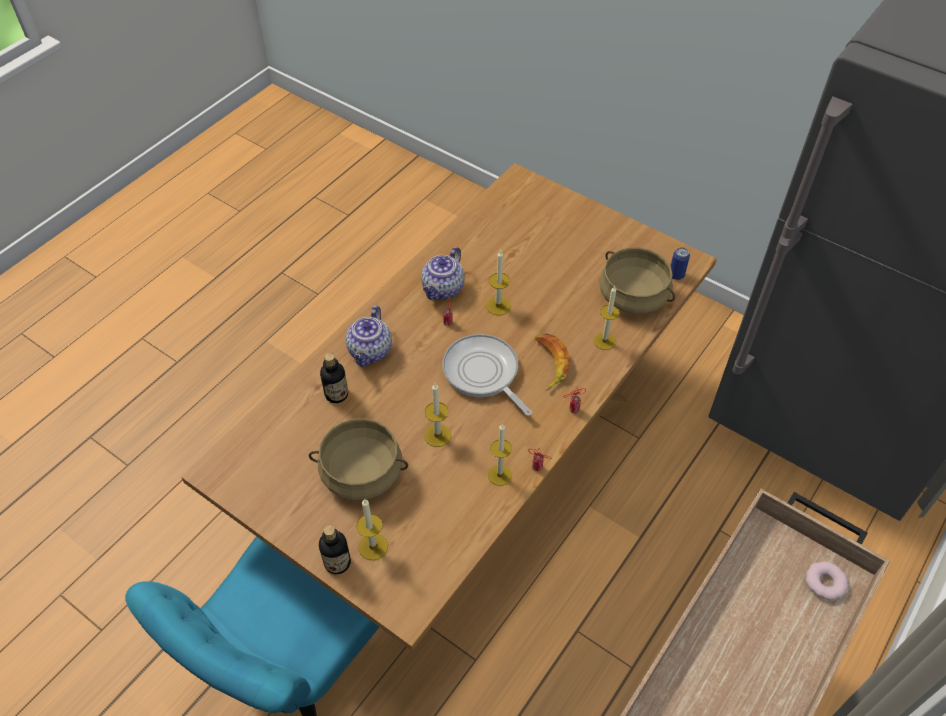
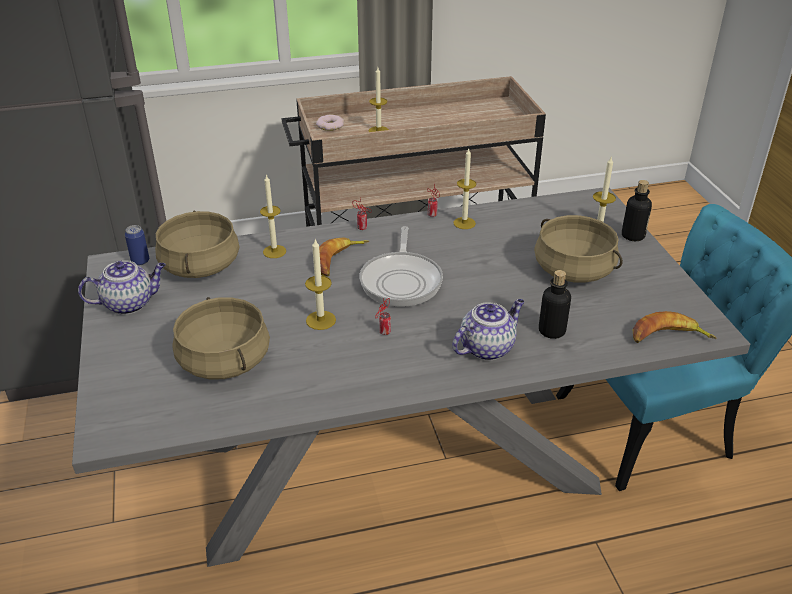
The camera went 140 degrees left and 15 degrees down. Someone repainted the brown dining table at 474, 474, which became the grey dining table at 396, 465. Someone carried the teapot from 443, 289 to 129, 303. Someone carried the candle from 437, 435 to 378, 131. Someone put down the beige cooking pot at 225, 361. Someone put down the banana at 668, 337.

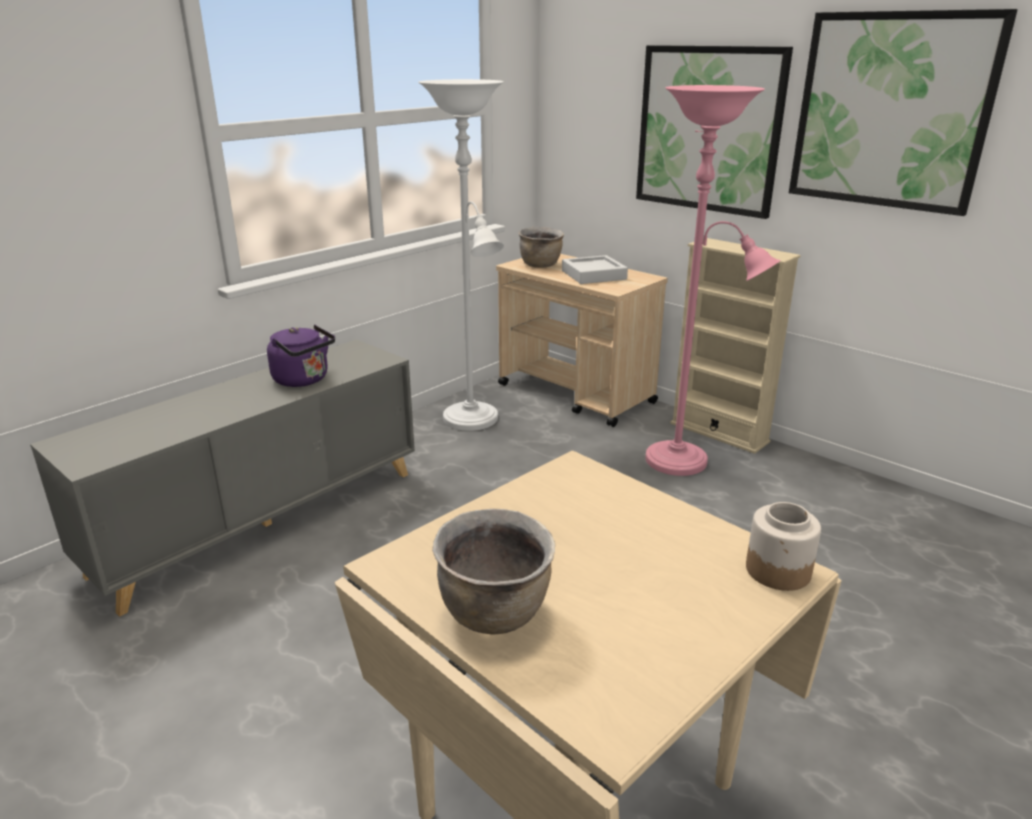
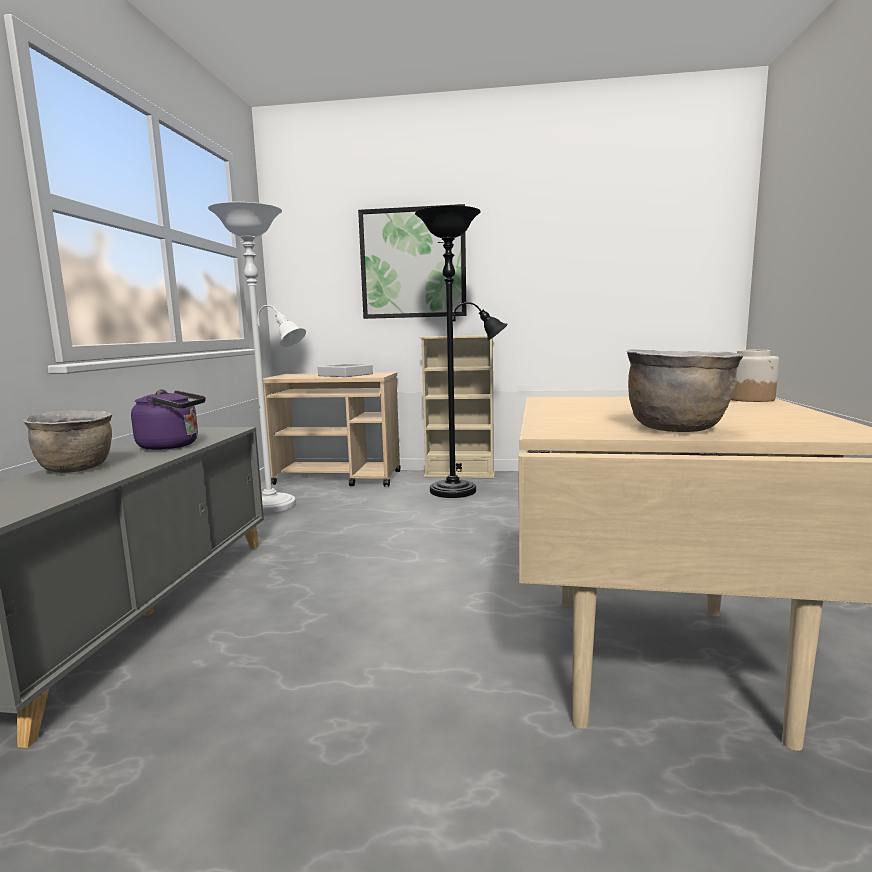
The camera went 35 degrees left and 15 degrees down. Someone carried the brown cooking pot from 541, 265 to 77, 469. Someone repainted the pink floor lamp at 684, 462, which became the black floor lamp at 459, 490. Someone took away the picture at 891, 111.

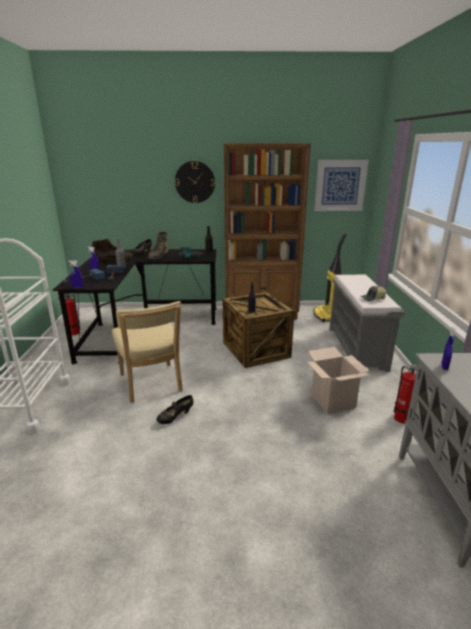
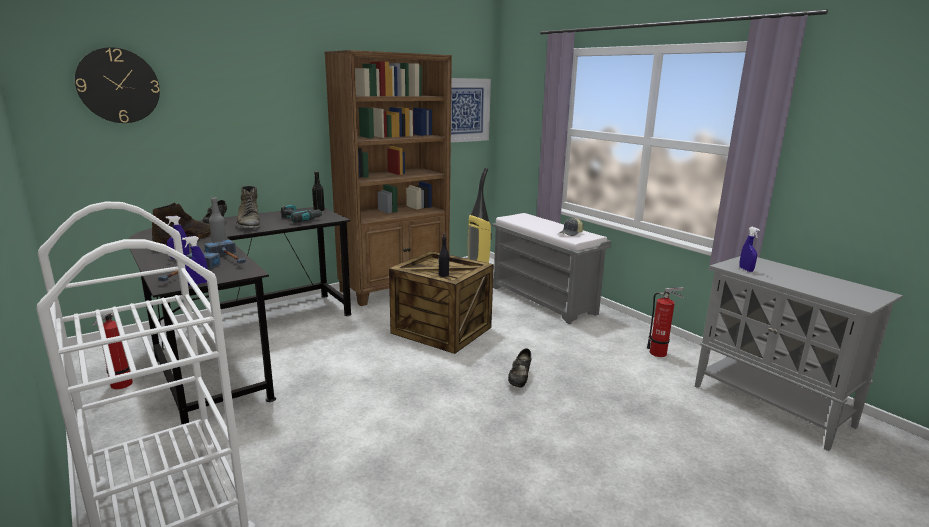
The camera went 35 degrees left and 5 degrees down. Someone took away the beige chair at 151, 384. Someone carried the black shoe from 175, 417 to 519, 380. Someone carried the wall clock from 195, 182 to 118, 86. Someone took away the cardboard box at 333, 401.

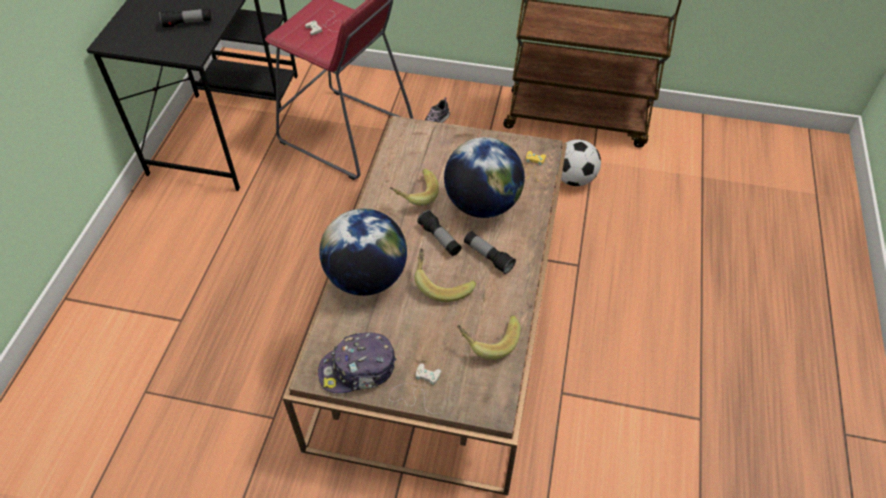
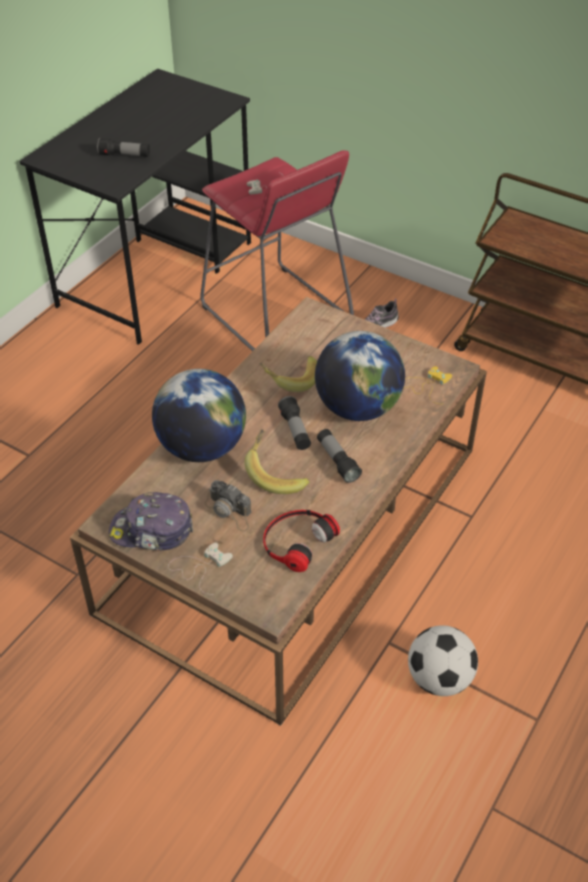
The camera went 20 degrees right and 5 degrees down. Someone swapped the banana at 488, 340 for the headphones at 296, 541. Someone carried the football from 574, 178 to 439, 678. Someone put down the photo camera at 229, 511.

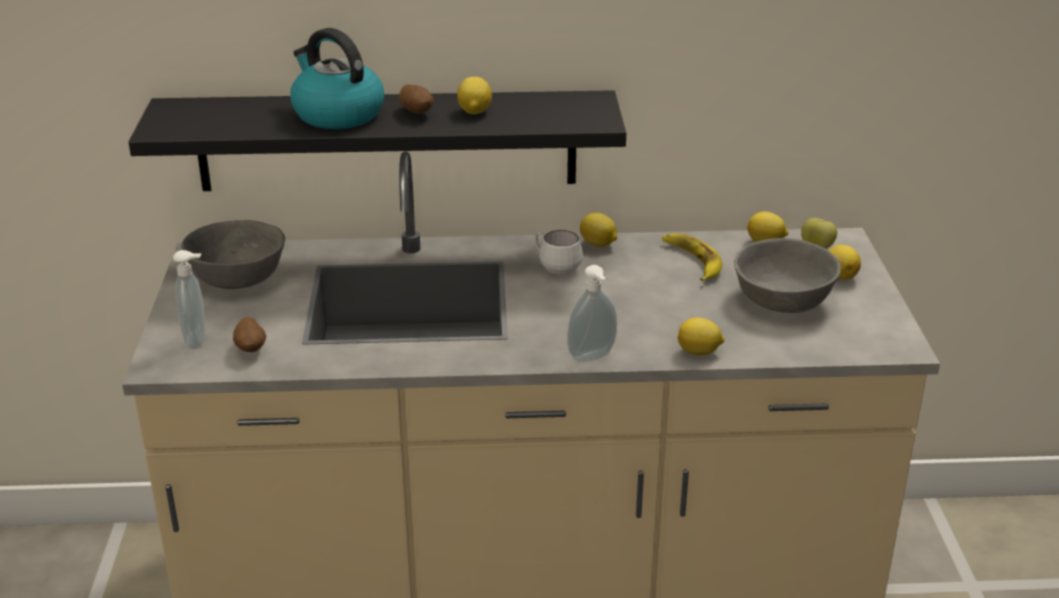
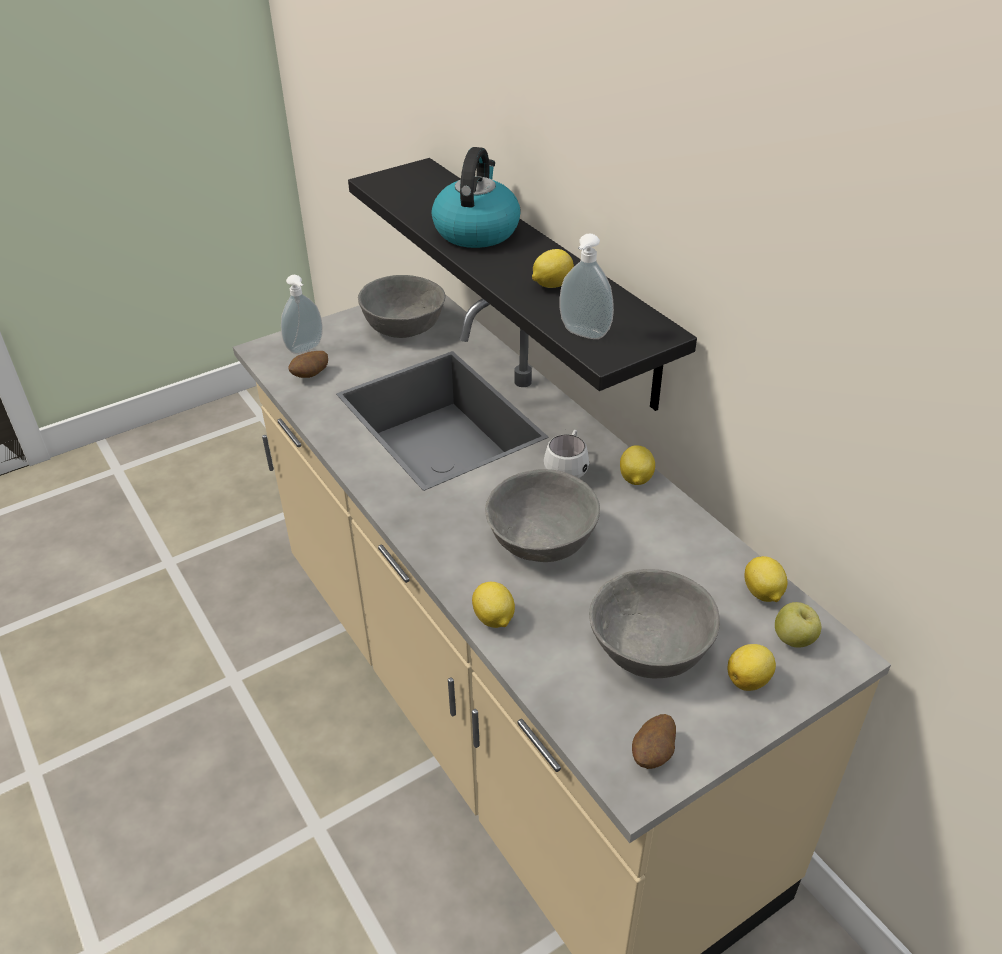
The camera went 60 degrees right and 10 degrees up. Someone carried the potato from 417, 113 to 653, 754. Someone carried the soap dispenser from 593, 358 to 583, 334. Someone took away the banana at 692, 261. Someone put down the grey bowl at 542, 540.

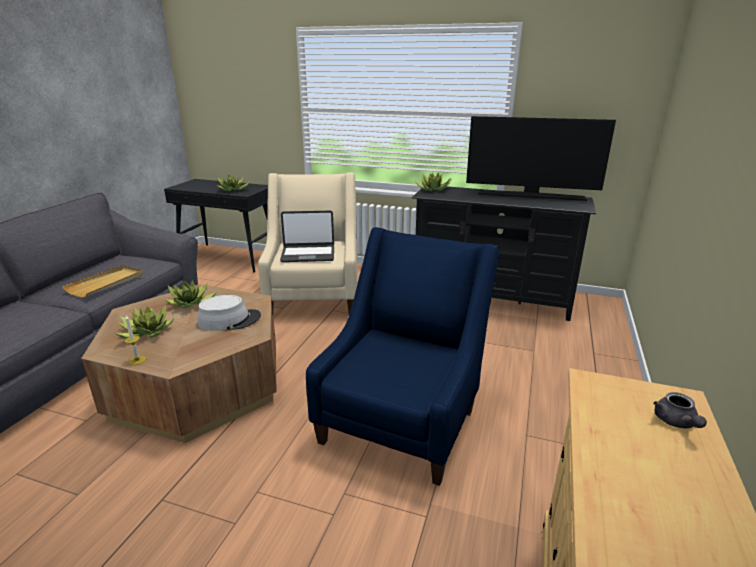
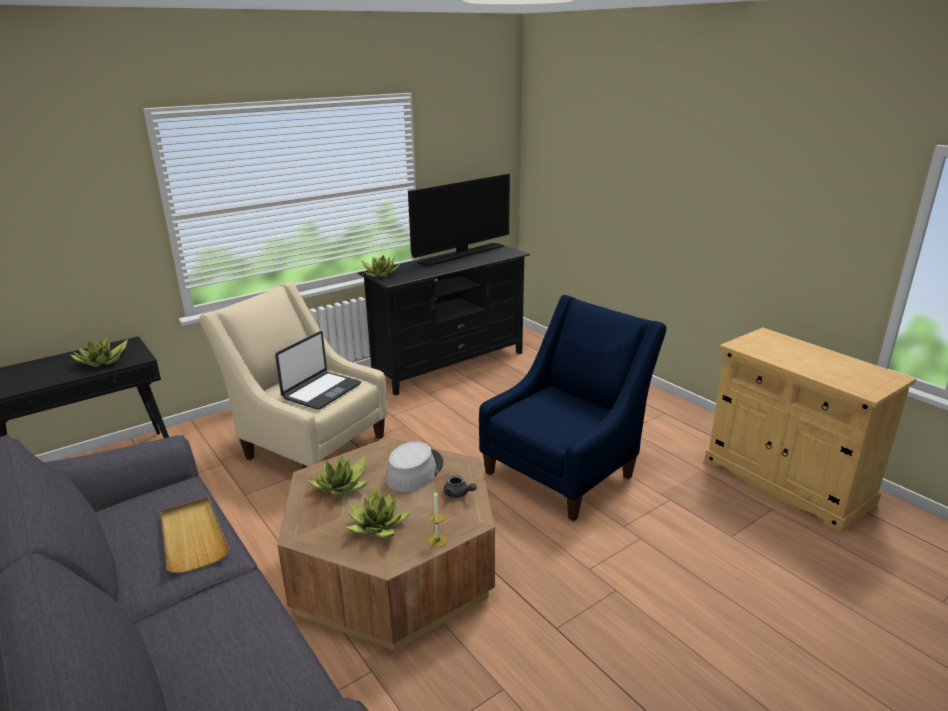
The camera went 55 degrees left and 0 degrees up. Someone rotated the blue armchair at 403, 419 by 75 degrees clockwise. Someone carried the grey teapot from 676, 422 to 458, 494.

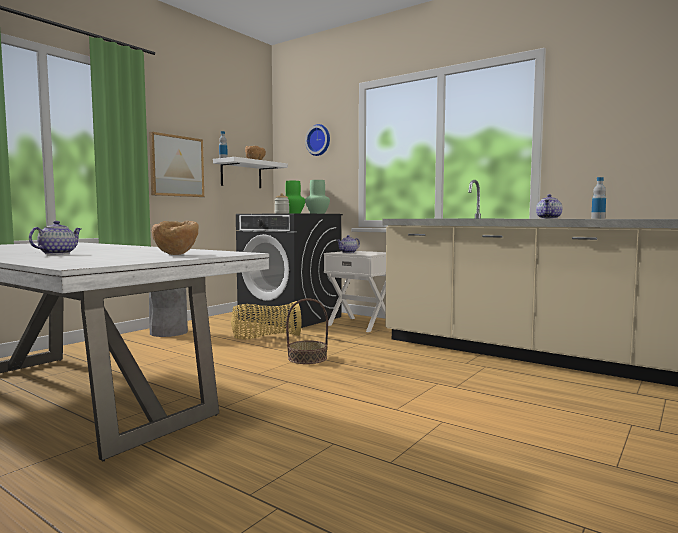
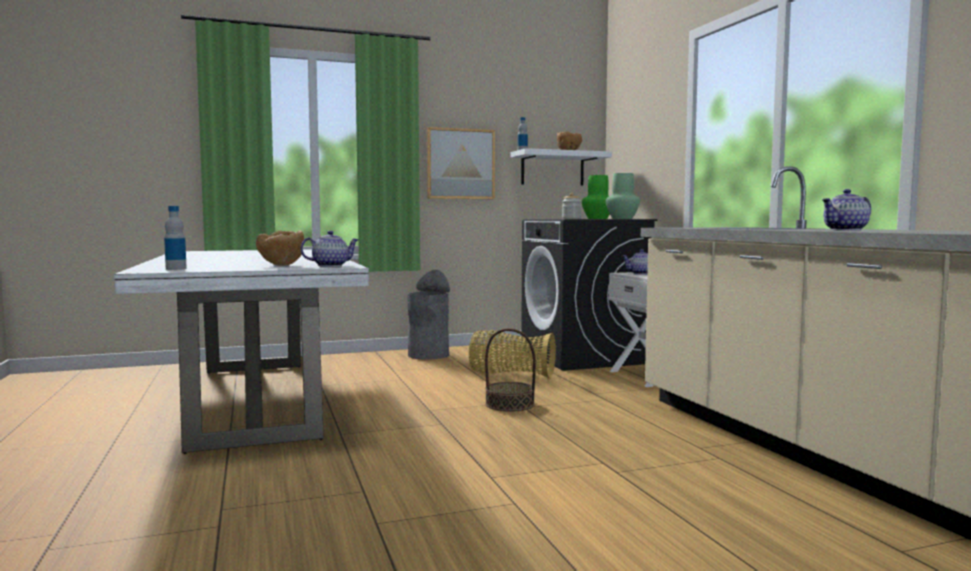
The camera went 35 degrees right and 0 degrees up. Someone carried the teapot from 57, 253 to 330, 266. Someone took away the wall clock at 319, 140. Someone carried the bottle from 598, 218 to 176, 269.

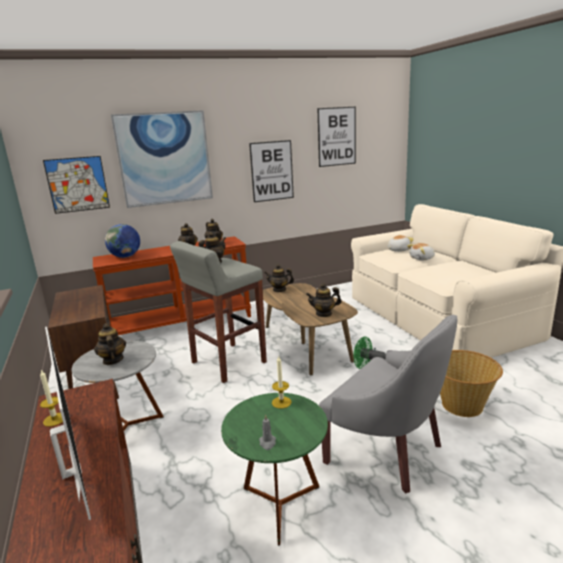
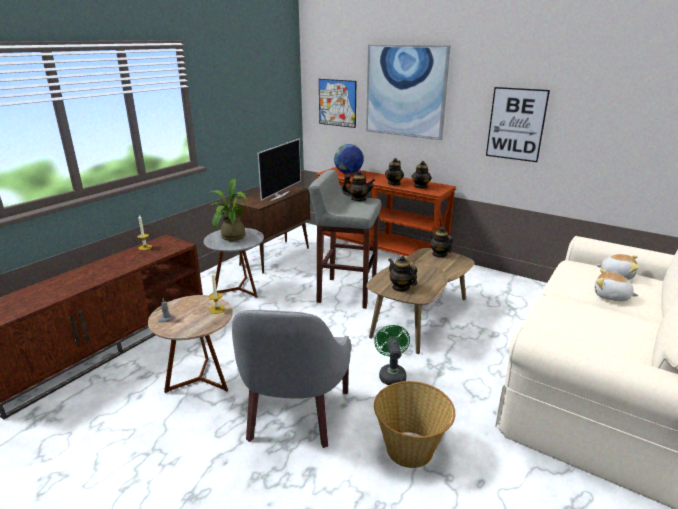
The camera went 55 degrees right and 5 degrees up. Someone carried the television from 71, 472 to 279, 196. Someone swapped the teapot at 112, 360 for the potted plant at 231, 238. Someone repainted the green side table at 280, 504, which became the brown side table at 200, 380. Someone took away the picture at 337, 136.

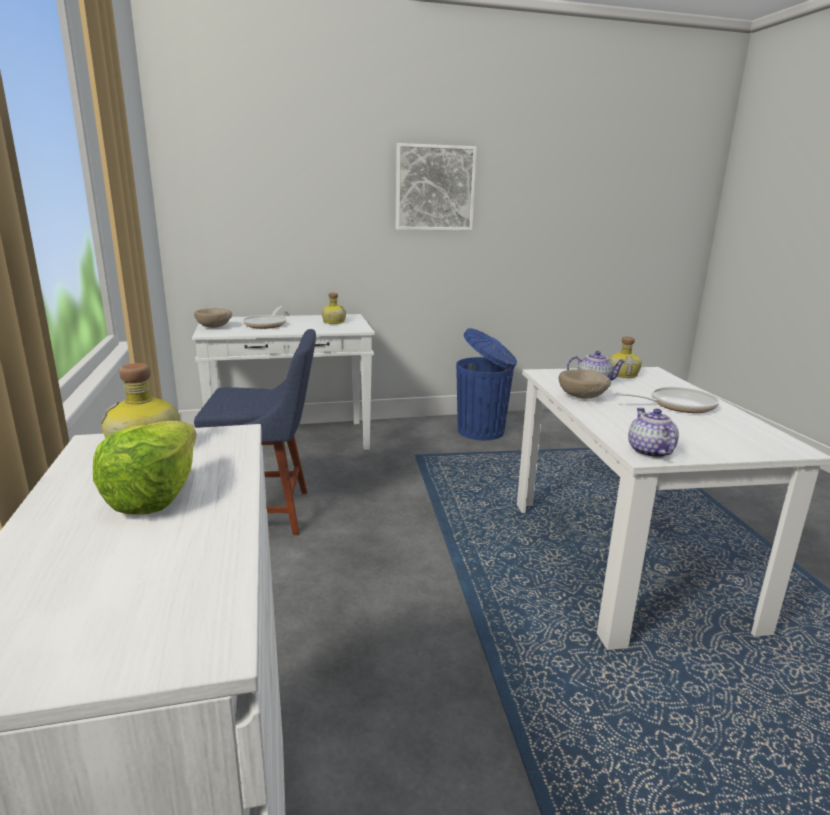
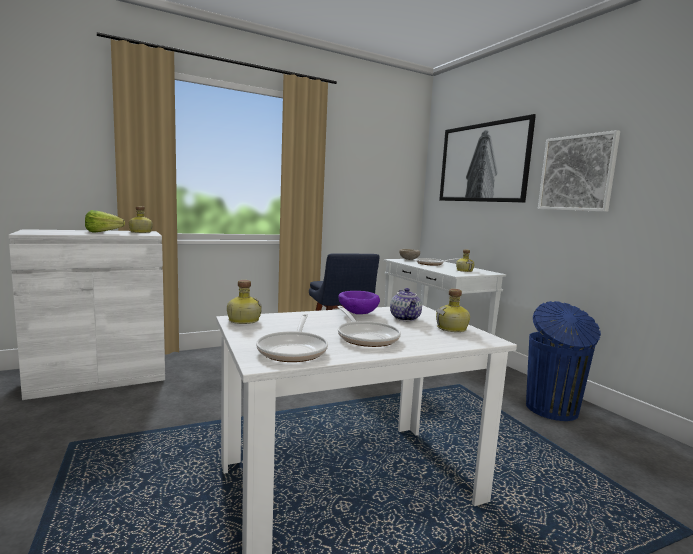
The camera went 75 degrees right and 10 degrees down. Someone repainted the beige bowl at 583, 398, which became the purple bowl at 357, 314. Someone swapped the teapot at 648, 451 for the bottle at 243, 320. Someone put down the frying pan at 294, 350. Someone put up the picture at 483, 163.

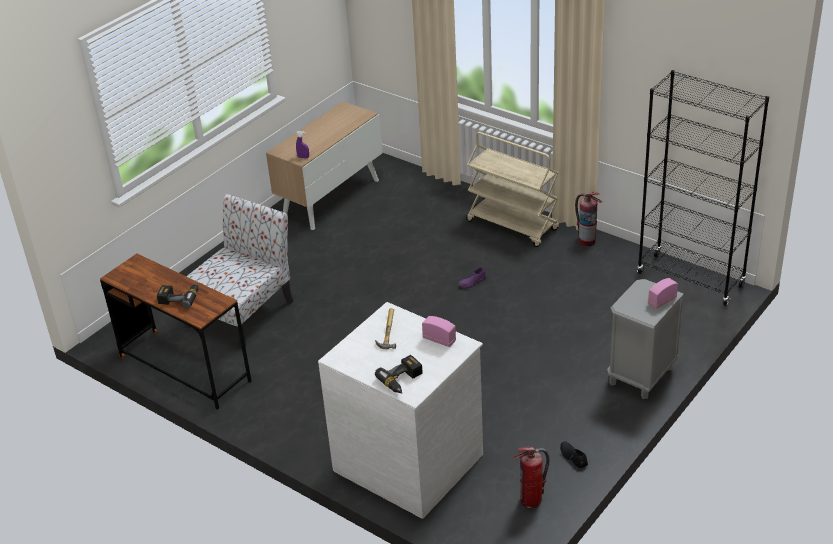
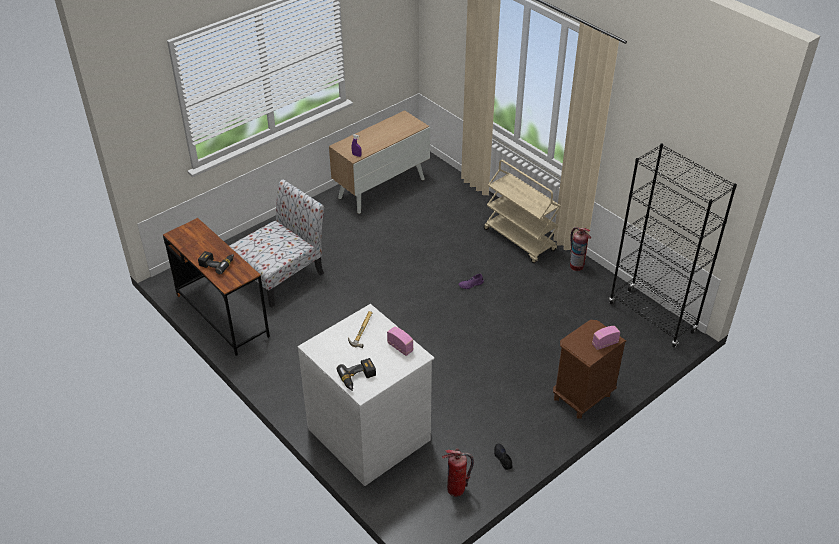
The camera went 10 degrees right and 5 degrees up. Someone repainted the grey nightstand at 641, 376, which became the brown nightstand at 582, 397.

